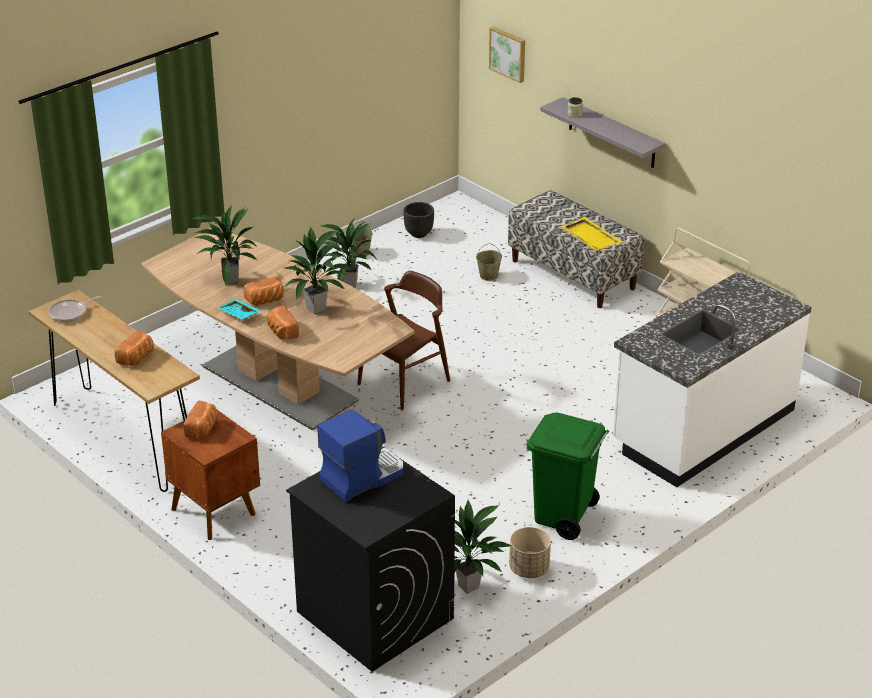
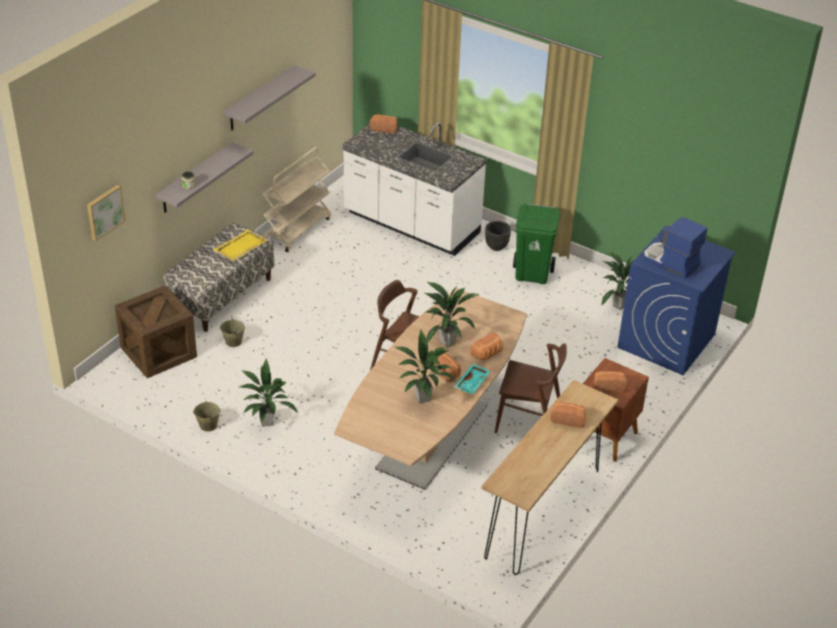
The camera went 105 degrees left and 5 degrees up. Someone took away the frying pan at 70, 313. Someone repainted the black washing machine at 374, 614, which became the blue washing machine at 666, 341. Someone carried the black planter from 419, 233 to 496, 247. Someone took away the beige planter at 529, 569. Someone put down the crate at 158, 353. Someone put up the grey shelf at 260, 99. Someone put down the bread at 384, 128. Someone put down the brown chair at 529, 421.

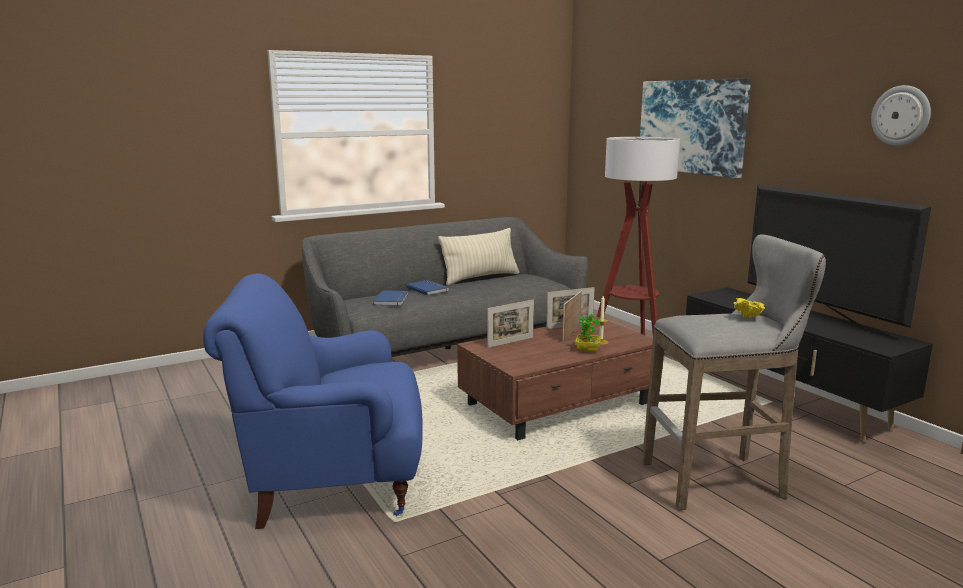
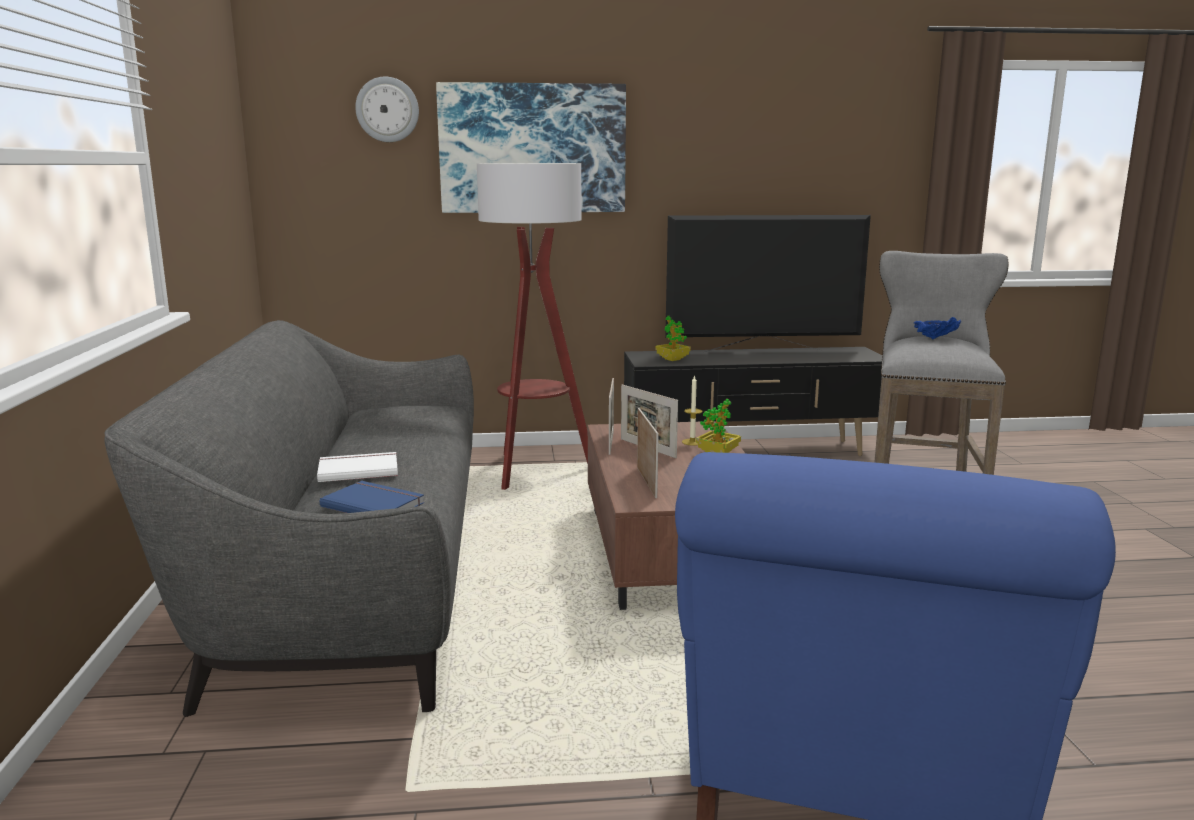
The camera went 65 degrees left and 0 degrees up. Someone repainted the blue book at 428, 289, which became the white book at 358, 469. Someone took away the beige pillow at 480, 278. Someone repainted the yellow bowl at 747, 318, which became the blue bowl at 935, 339. Someone carried the wall clock from 901, 115 to 387, 109. Someone put down the potted plant at 672, 359.

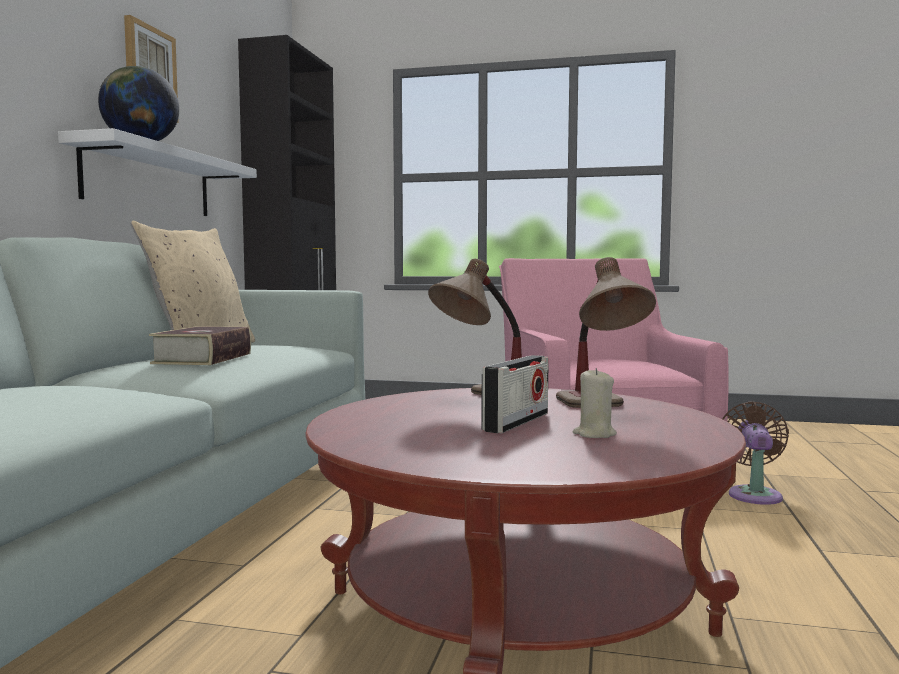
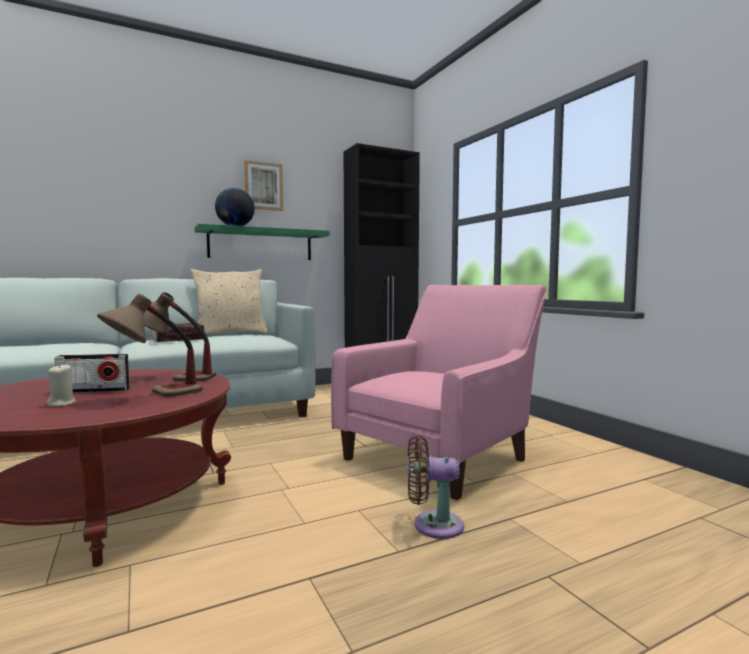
The camera went 50 degrees right and 0 degrees up. Someone repainted the white shelf at 149, 181, which became the green shelf at 261, 244. Someone rotated the brown fan at 754, 494 by 150 degrees counterclockwise.

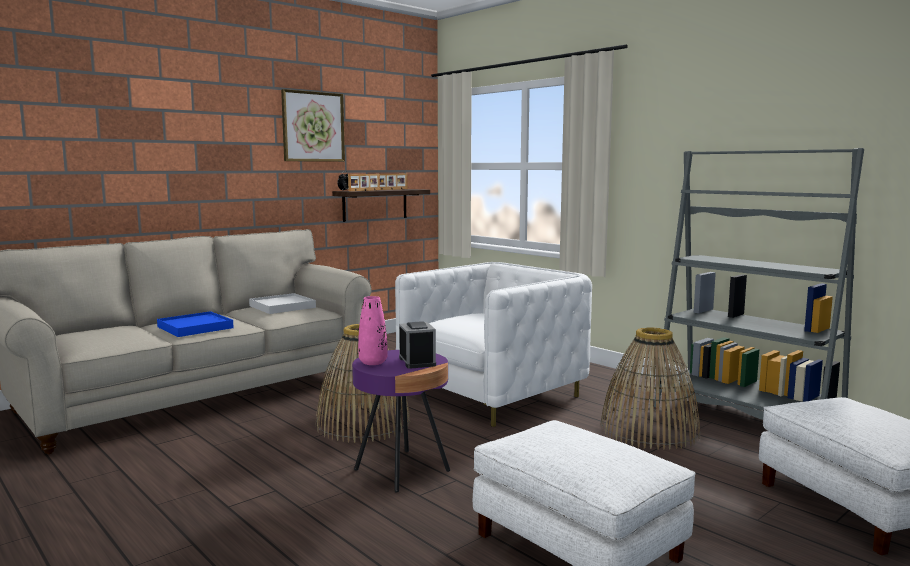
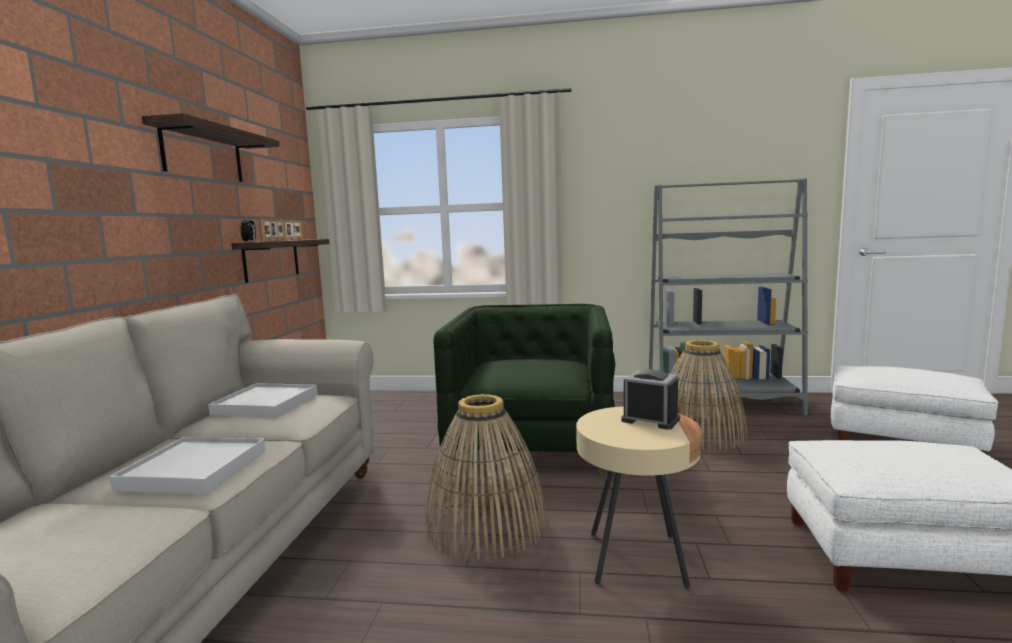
The camera went 40 degrees left and 0 degrees up. Someone repainted the blue tray at 195, 327, which became the white tray at 195, 470. Someone swapped the picture at 313, 127 for the shelf at 203, 154. Someone repainted the purple side table at 402, 470, which became the beige side table at 636, 558. Someone took away the pink vase at 373, 362. Someone repainted the white armchair at 491, 394, which became the green armchair at 532, 444.

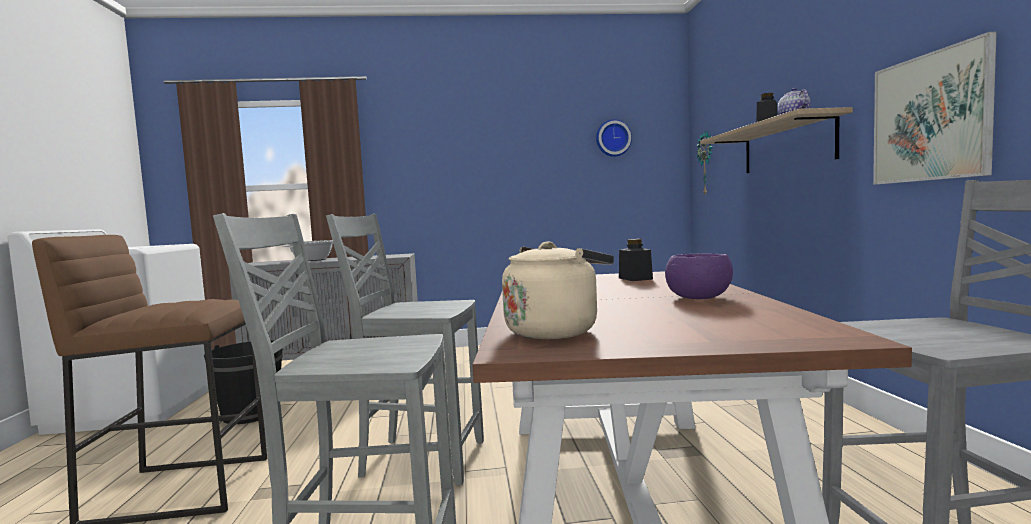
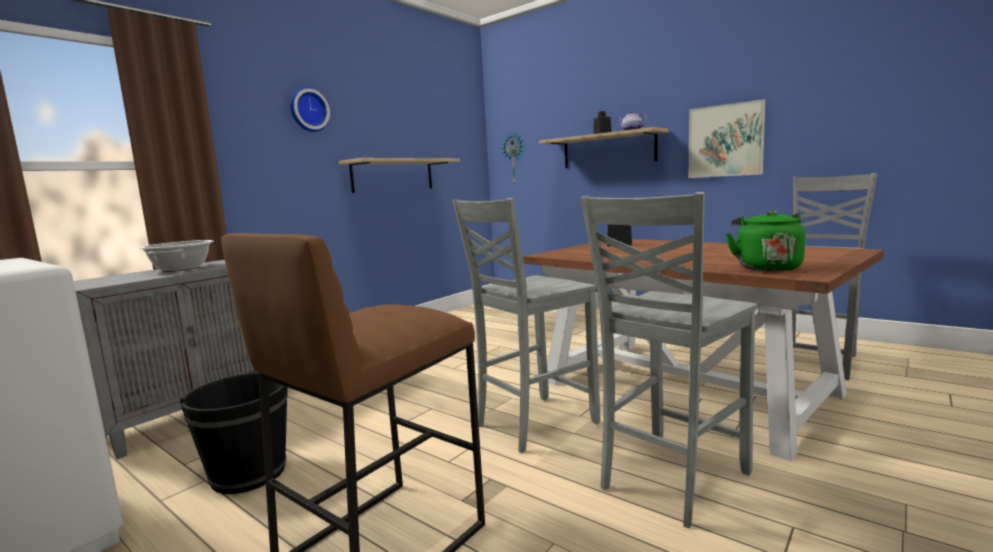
The camera went 45 degrees left and 5 degrees up. Someone repainted the beige kettle at 555, 331, which became the green kettle at 766, 267. Someone carried the wall clock from 613, 138 to 308, 110. Someone took away the purple bowl at 698, 298. Someone put up the shelf at 393, 175.

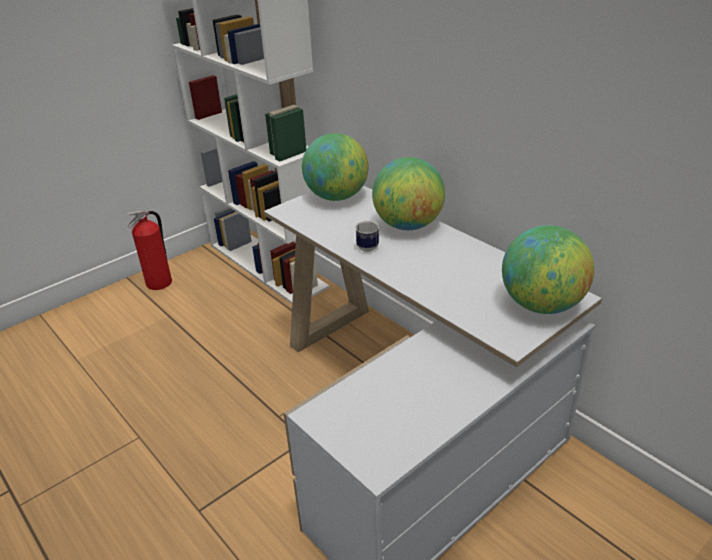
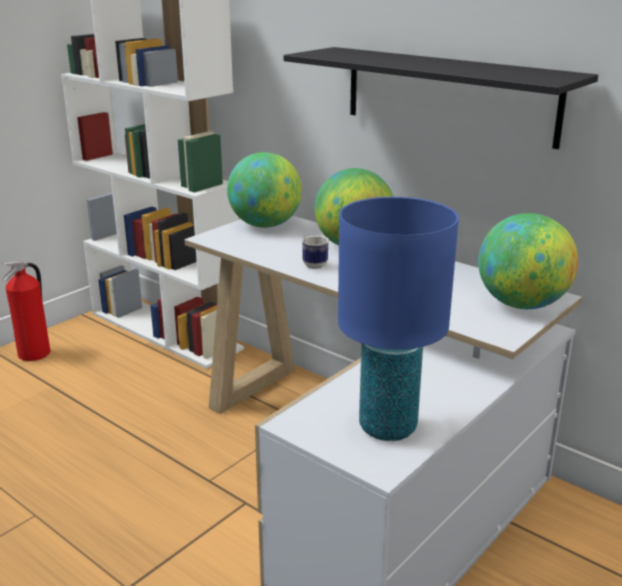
The camera went 10 degrees left and 10 degrees down. Someone put up the black shelf at 448, 95. Someone put down the blue table lamp at 387, 427.

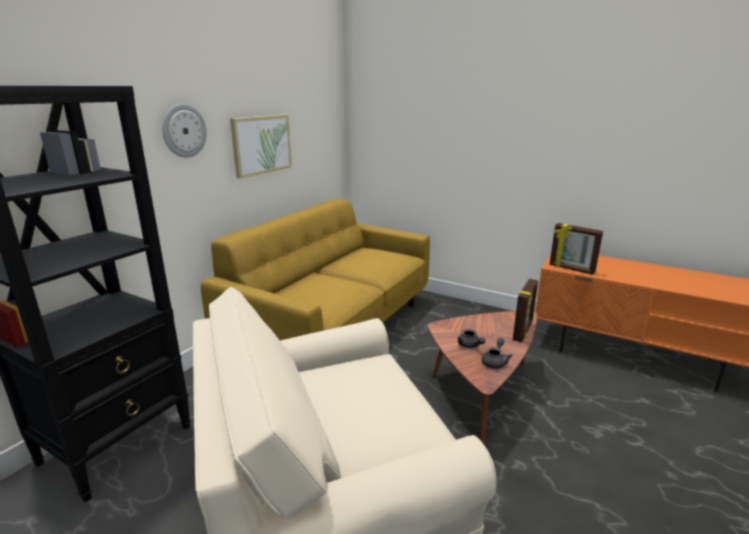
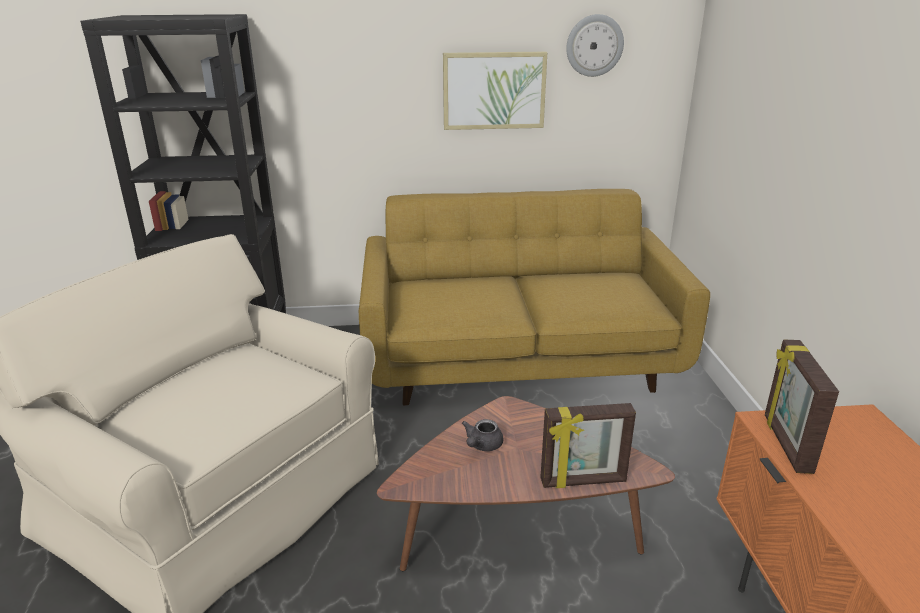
The camera went 55 degrees right and 5 degrees up. Someone carried the wall clock from 184, 131 to 594, 45. Someone took away the grey teapot at 495, 362.

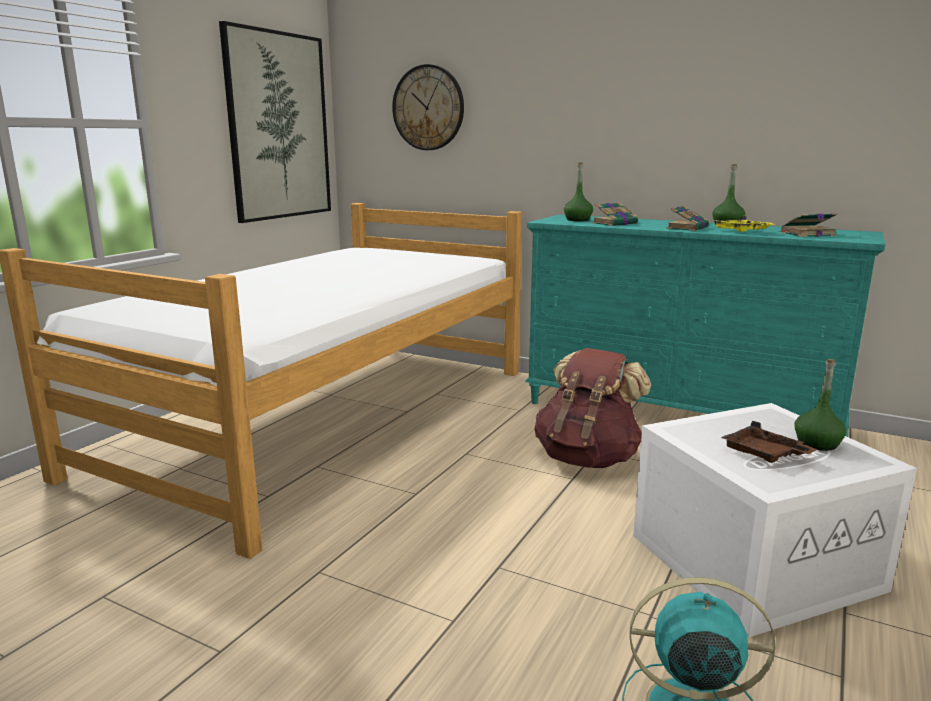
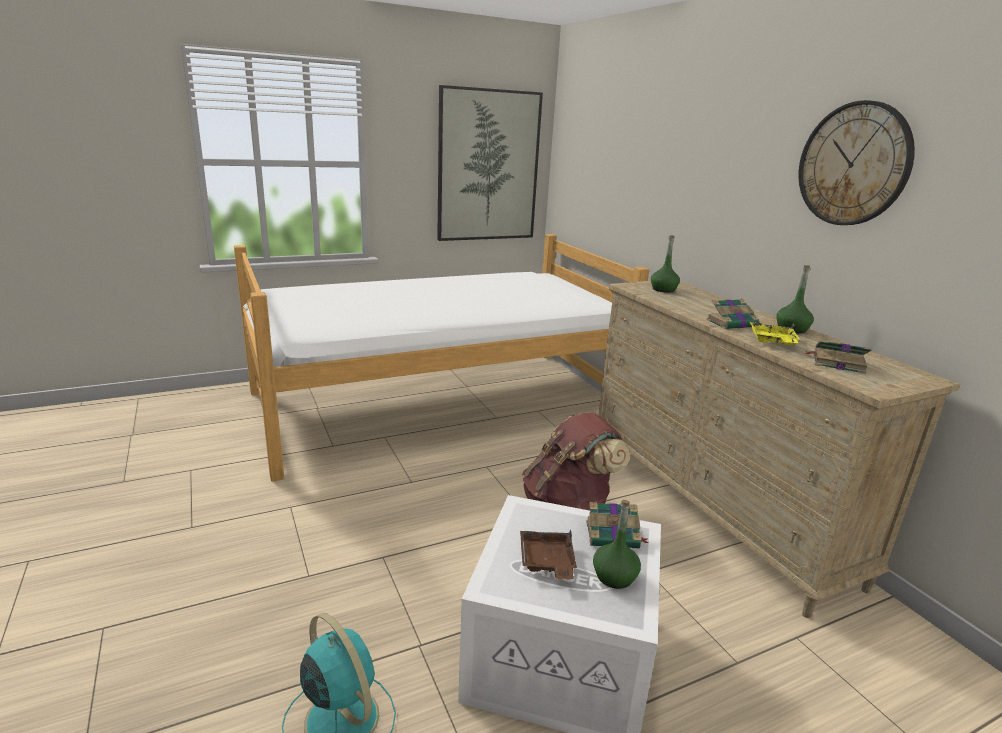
The camera went 35 degrees right and 5 degrees up. Someone carried the wall clock from 428, 108 to 853, 164. Someone repainted the turquoise dresser at 678, 416, which became the beige dresser at 712, 506. Someone carried the book from 615, 223 to 614, 535.

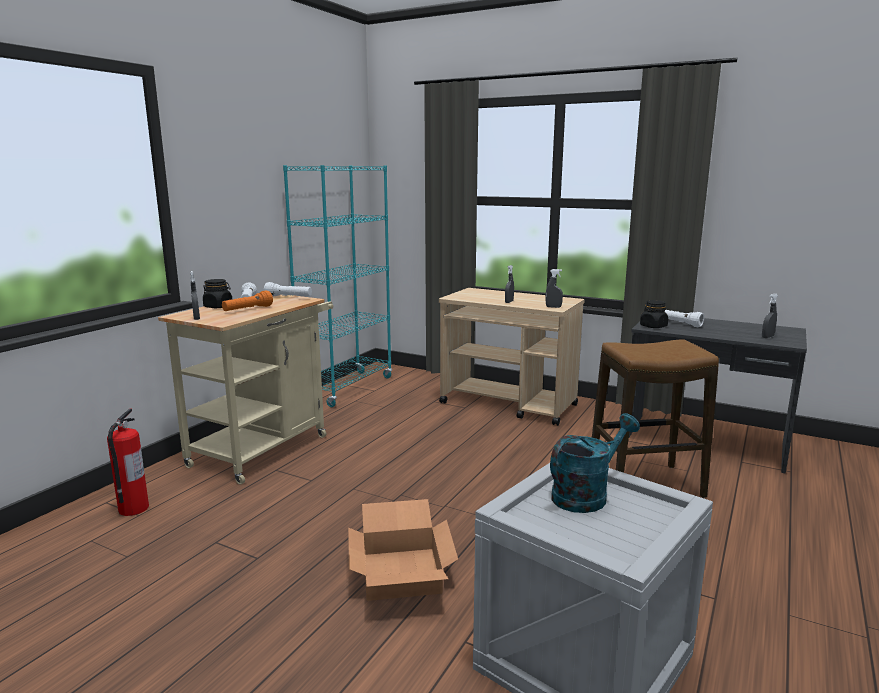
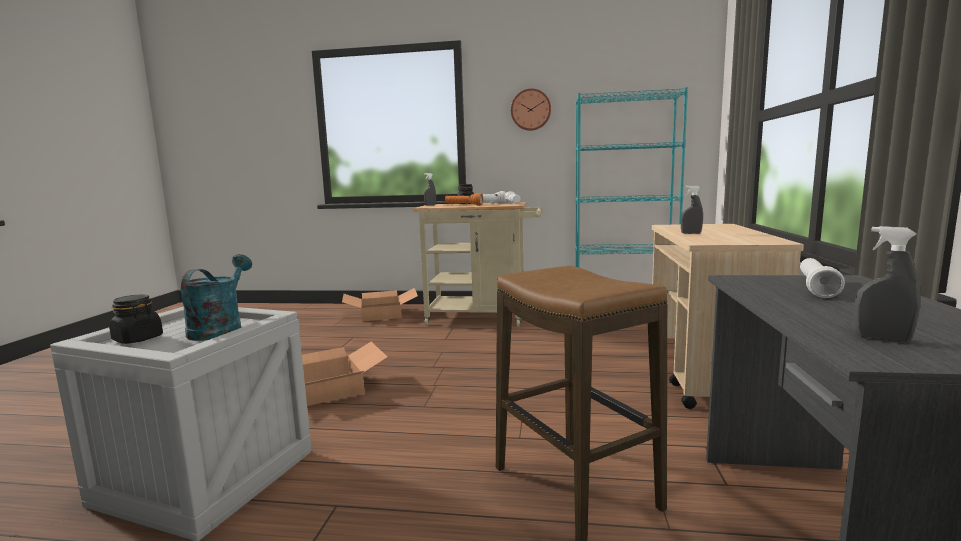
The camera went 70 degrees right and 5 degrees down. Someone swapped the fire extinguisher at 133, 509 for the cardboard box at 382, 314. Someone took away the grey spray bottle at 553, 307. Someone rotated the turquoise watering can at 586, 495 by 120 degrees counterclockwise. Someone carried the black jar from 653, 326 to 137, 339. Someone put up the wall clock at 531, 110.

